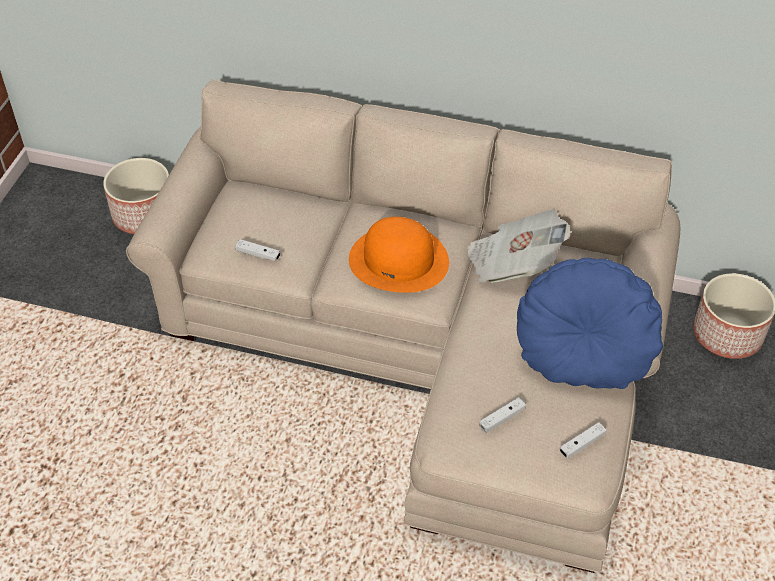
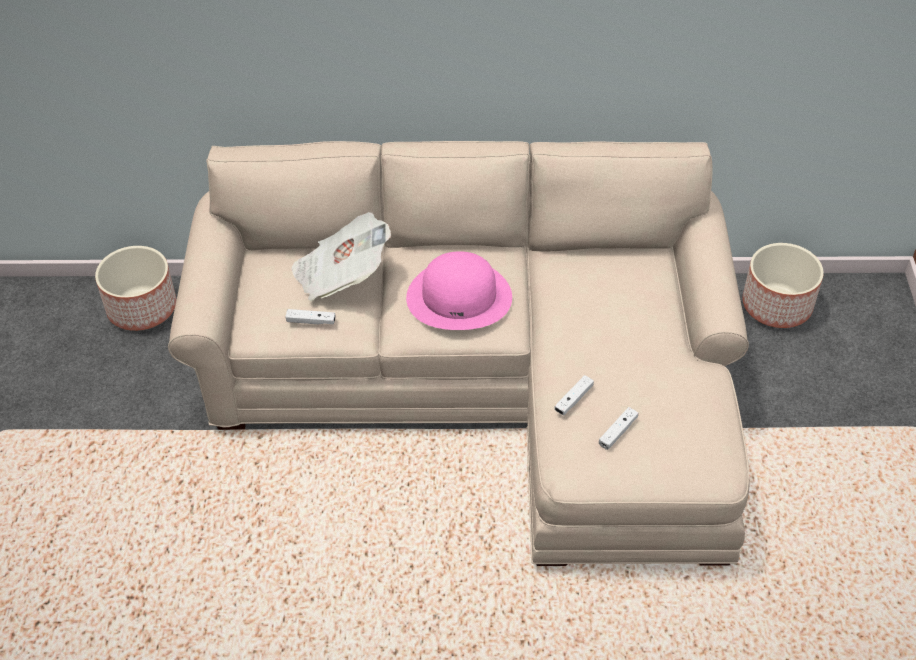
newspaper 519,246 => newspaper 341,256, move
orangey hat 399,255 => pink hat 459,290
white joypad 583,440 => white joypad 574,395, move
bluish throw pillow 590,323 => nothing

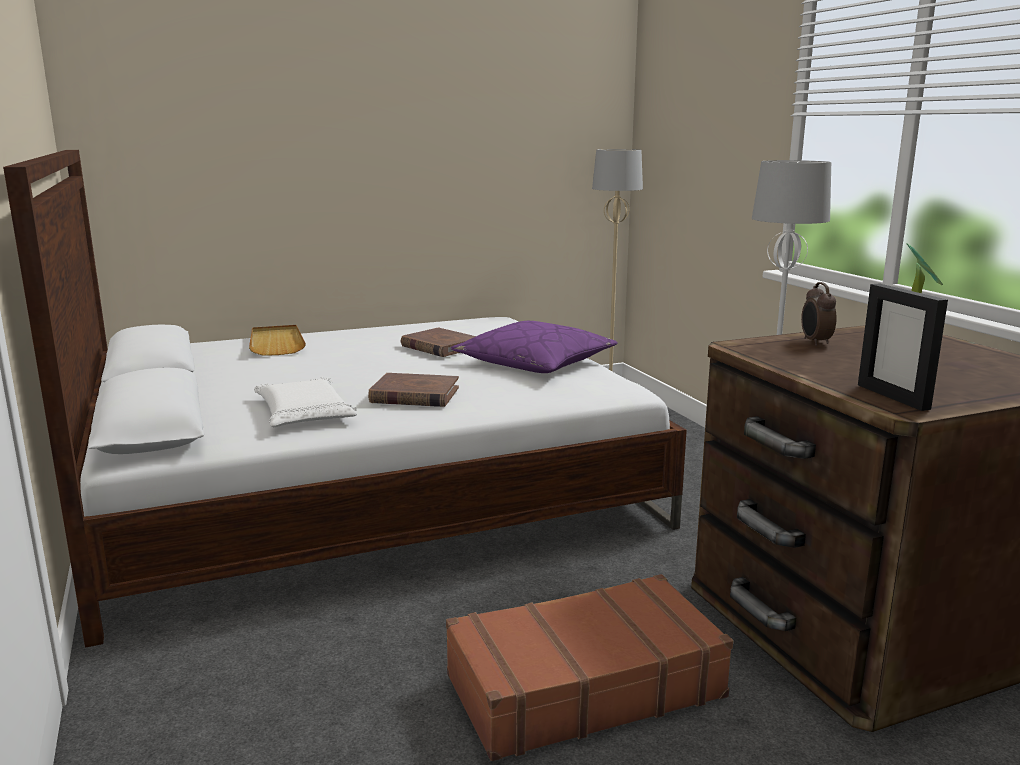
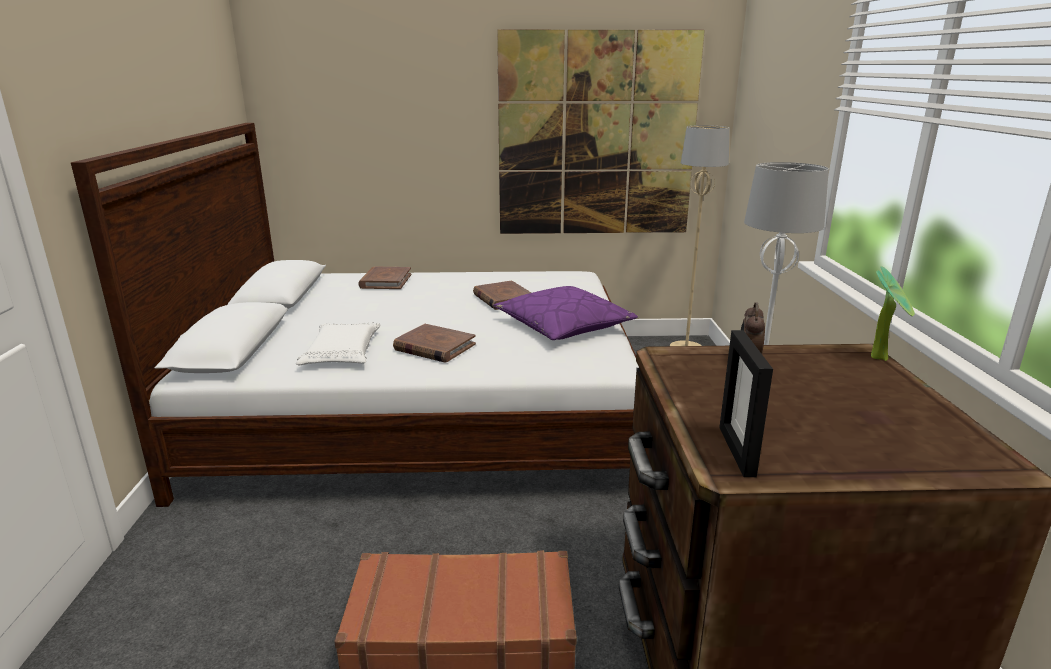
sand-coloured carrying tray 277,340 => brown volume 384,278
nothing => picture 601,132

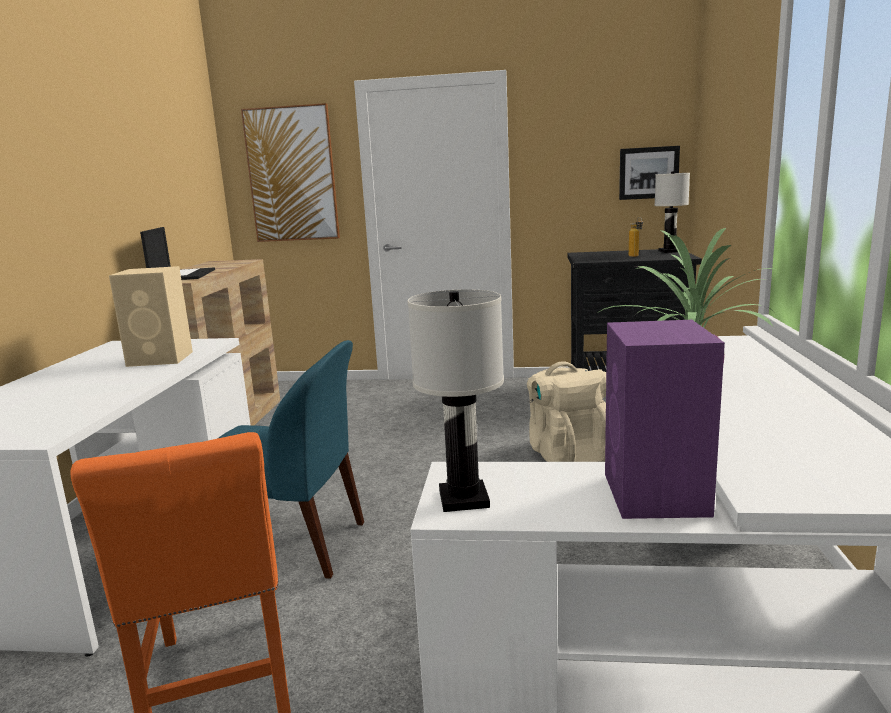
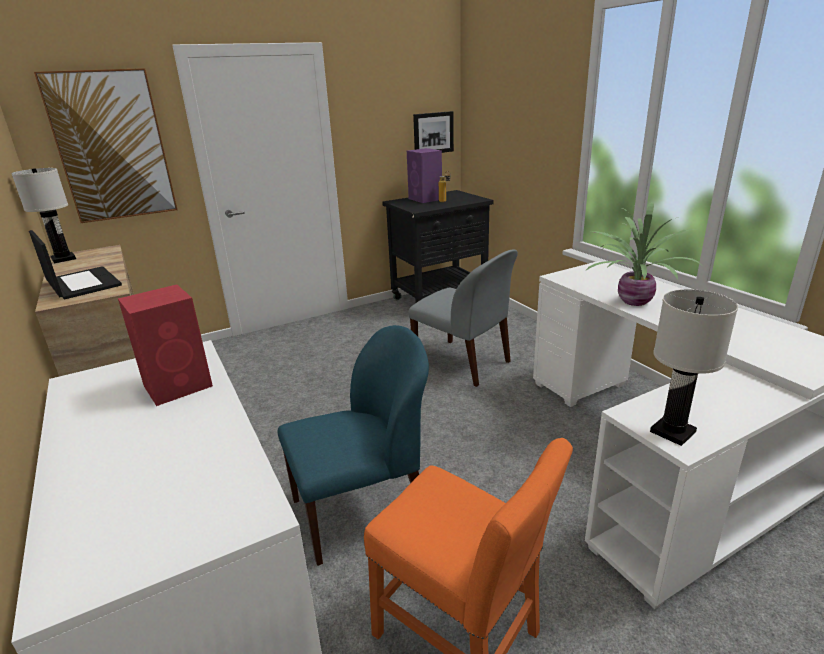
white lamp for a table 672,212 => white lamp for a table 43,215, move
sand-coloured loudspeaker 151,316 => red loudspeaker 165,345
purple loudspeaker 665,419 => purple loudspeaker 424,175, move
sand-coloured rucksack 566,412 => gray upright chair 463,318

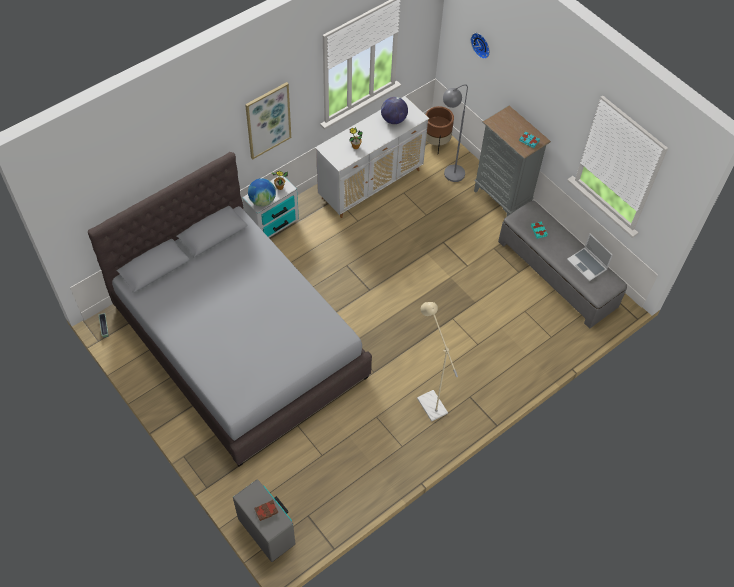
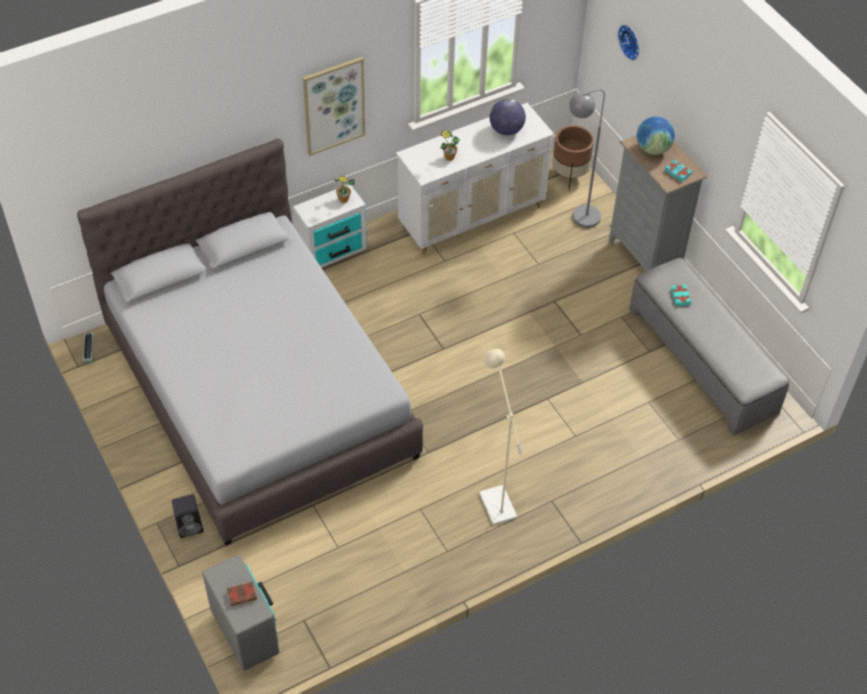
nothing => black-coloured loudspeaker 187,516
desk globe 262,192 => desk globe 656,136, move
laptop 590,257 => nothing

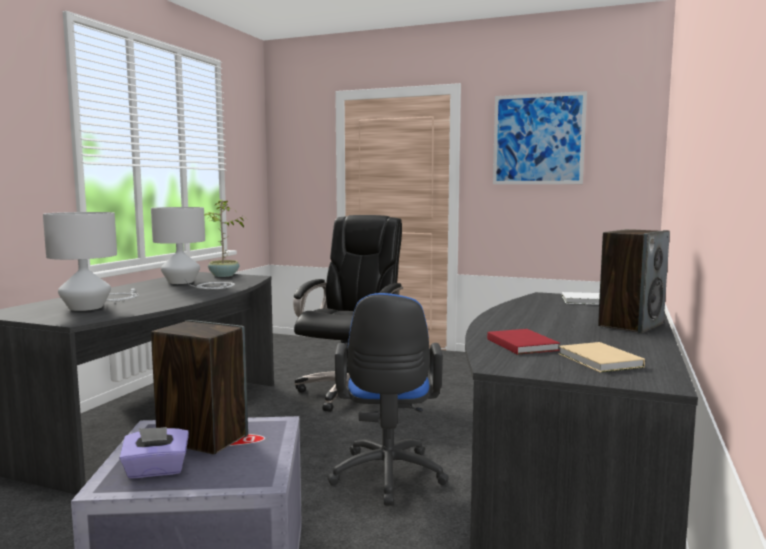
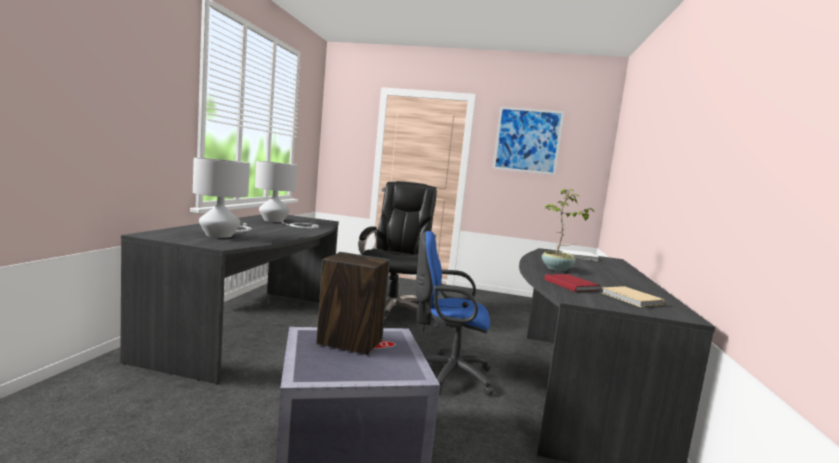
bluish desk chair 388,399 => bluish desk chair 454,313, 105 degrees clockwise
houseplant 225,238 => houseplant 568,229, move
purple tissue box 154,452 => nothing
loudspeaker 634,281 => nothing

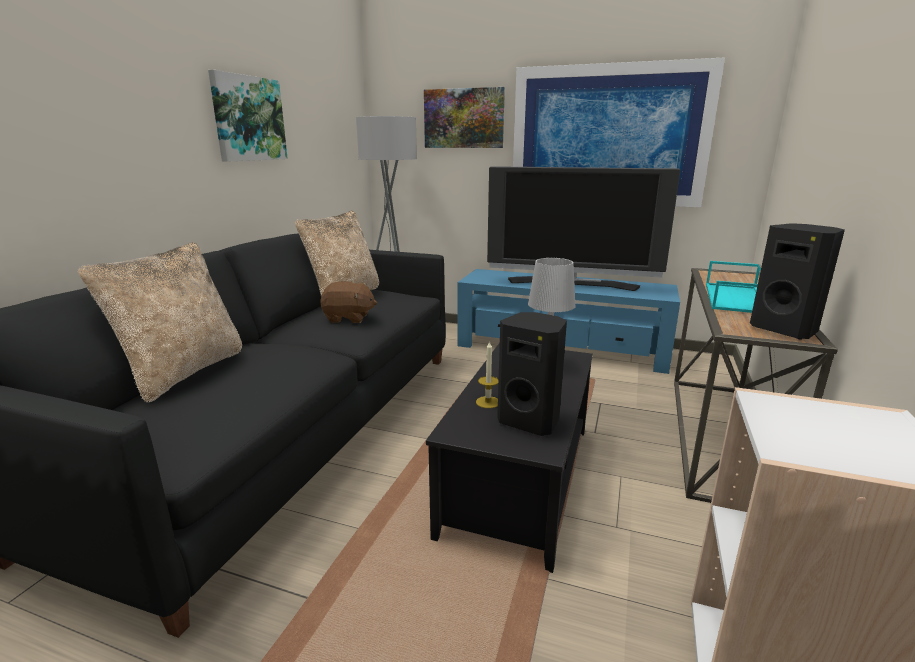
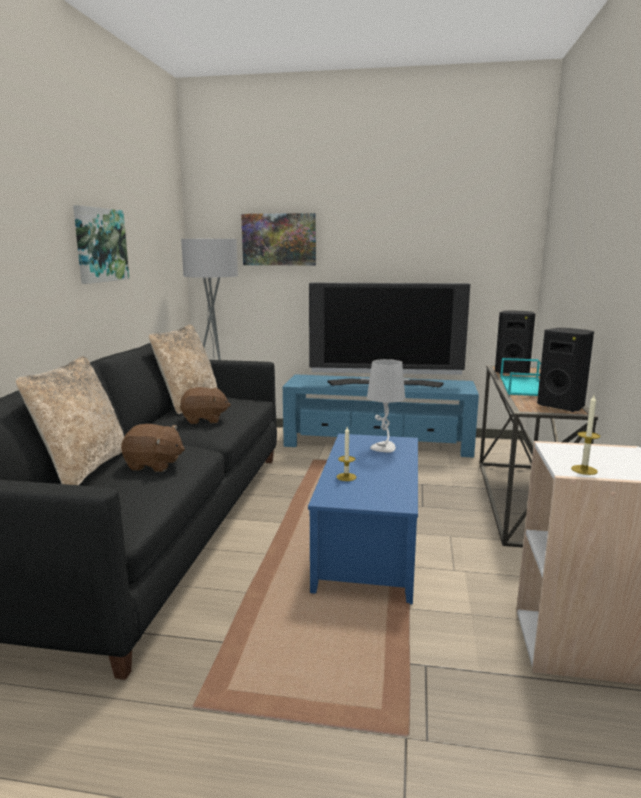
nothing => brown plush toy 153,448
black-coloured low table 509,457 => bluish low table 363,519
black-coloured loudspeaker 532,374 => black-coloured loudspeaker 515,341, move
nothing => candle 585,435
picture 619,132 => nothing

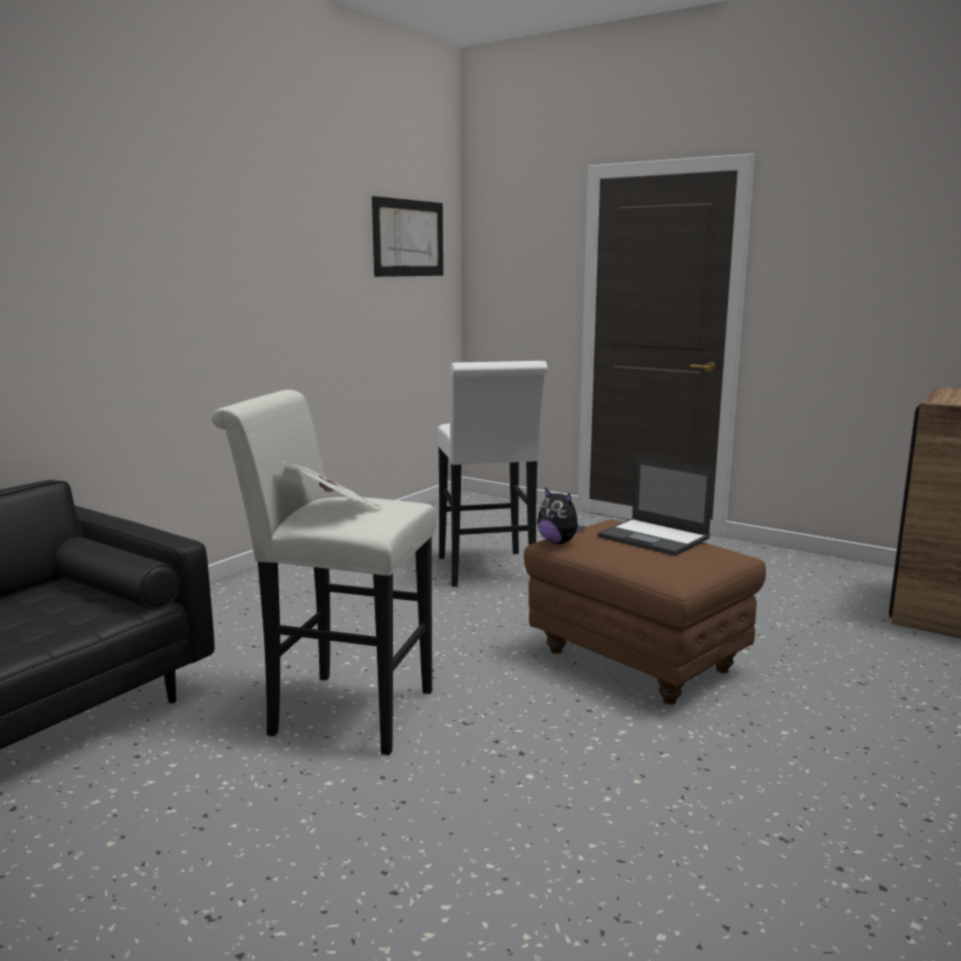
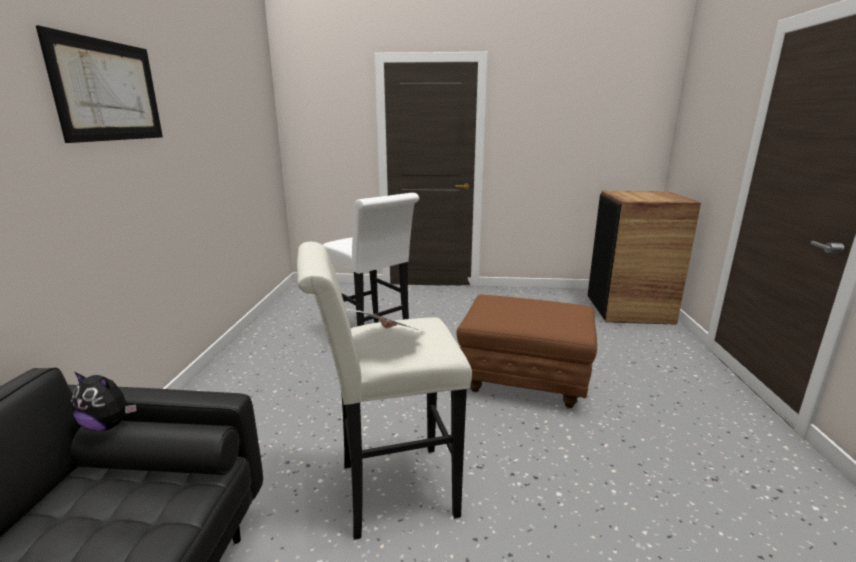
picture 407,236 => picture 99,84, move
plush toy 561,515 => plush toy 104,401, move
laptop 655,506 => nothing

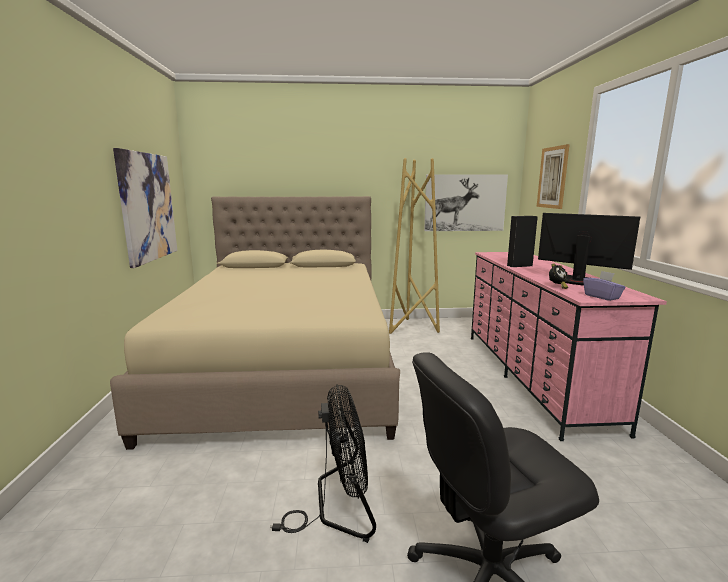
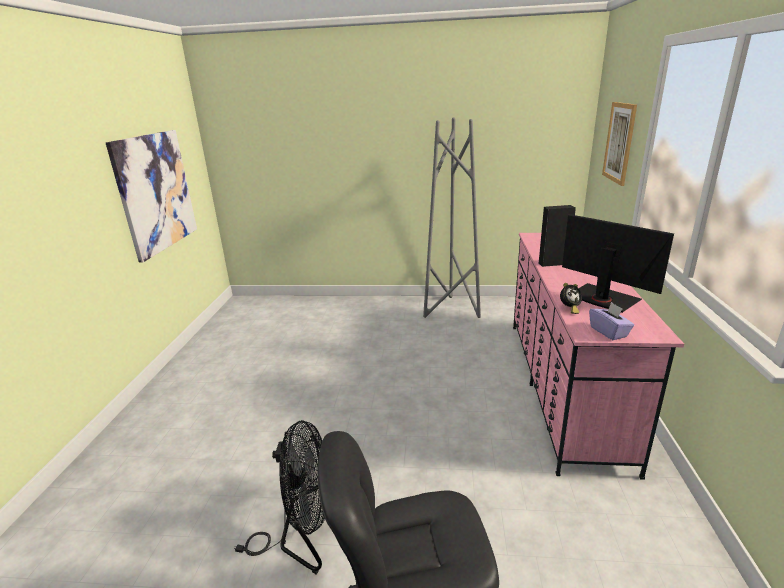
yellow-coloured clothes rack 414,246 => gray clothes rack 452,217
sand-coloured sleeping bed 255,323 => nothing
picture 466,202 => nothing

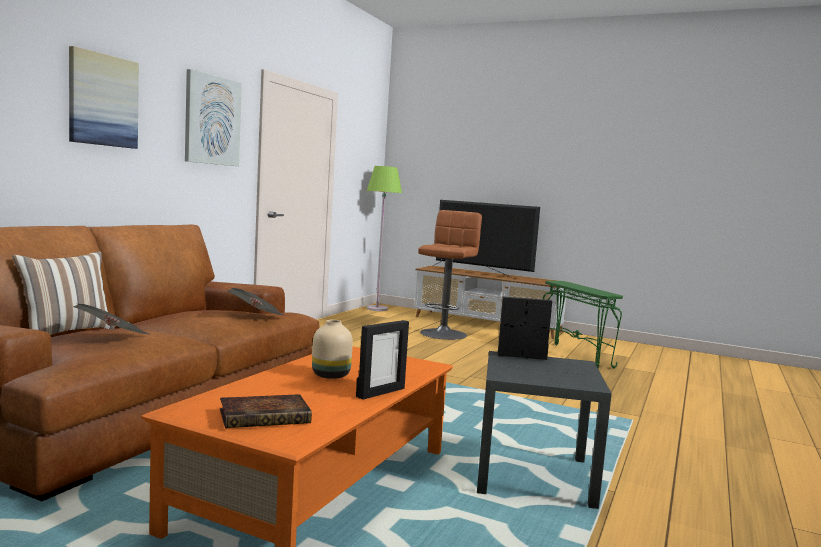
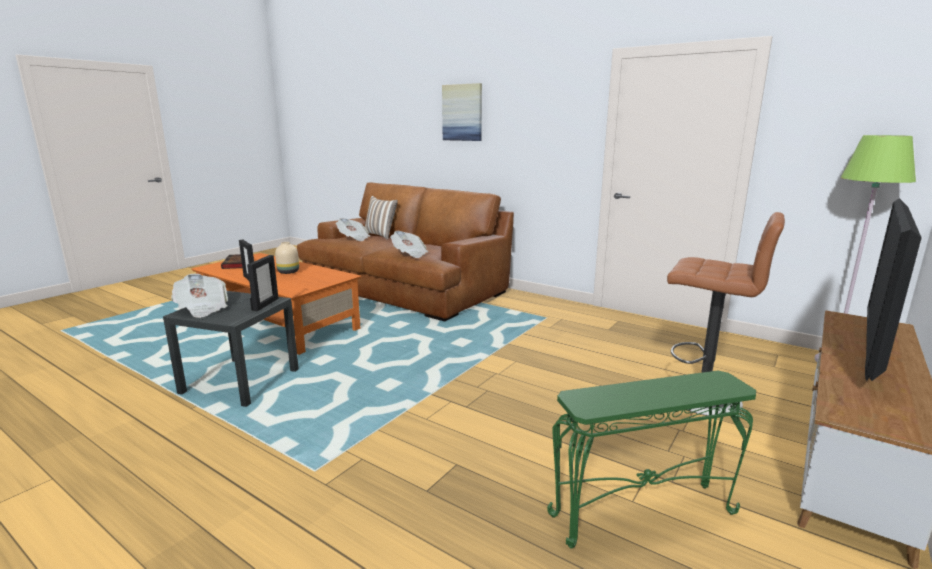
nothing => newspaper 199,296
picture 213,117 => nothing

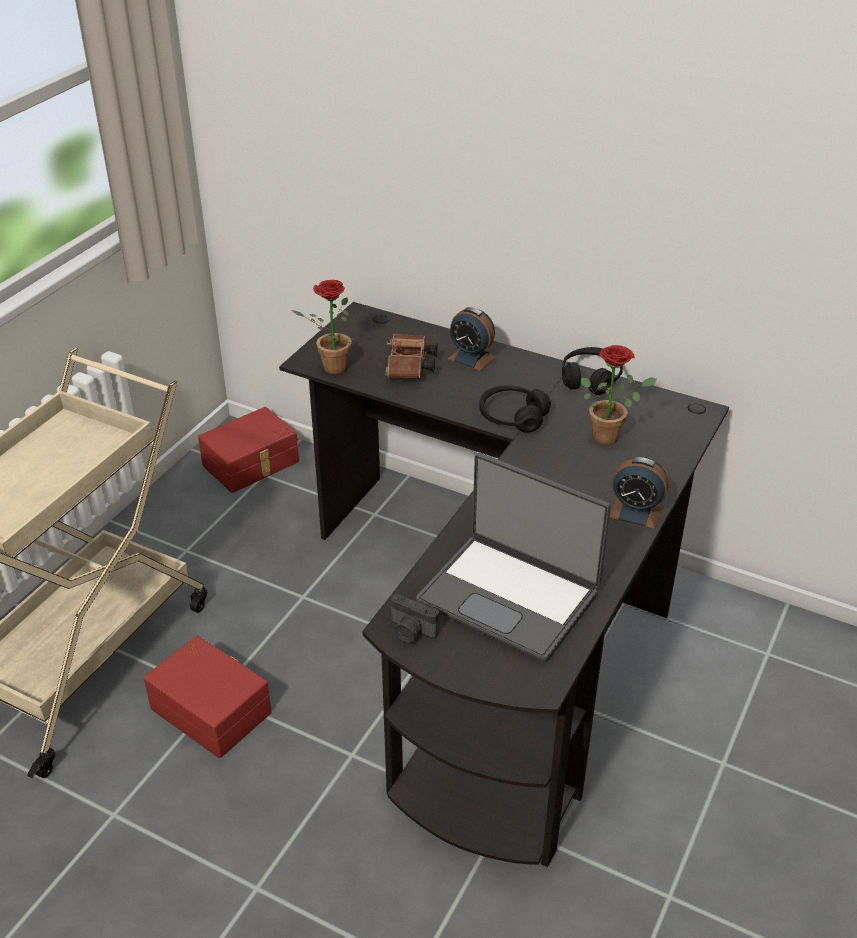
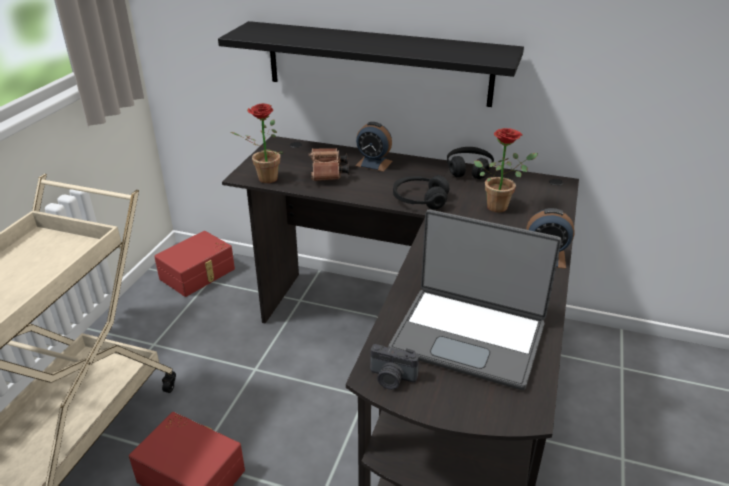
nothing => black-coloured bracket shelf 371,64

